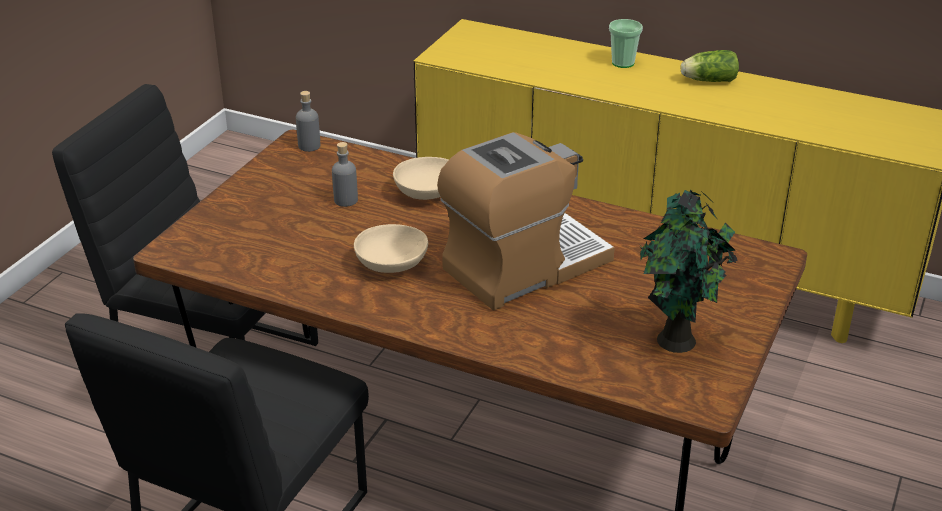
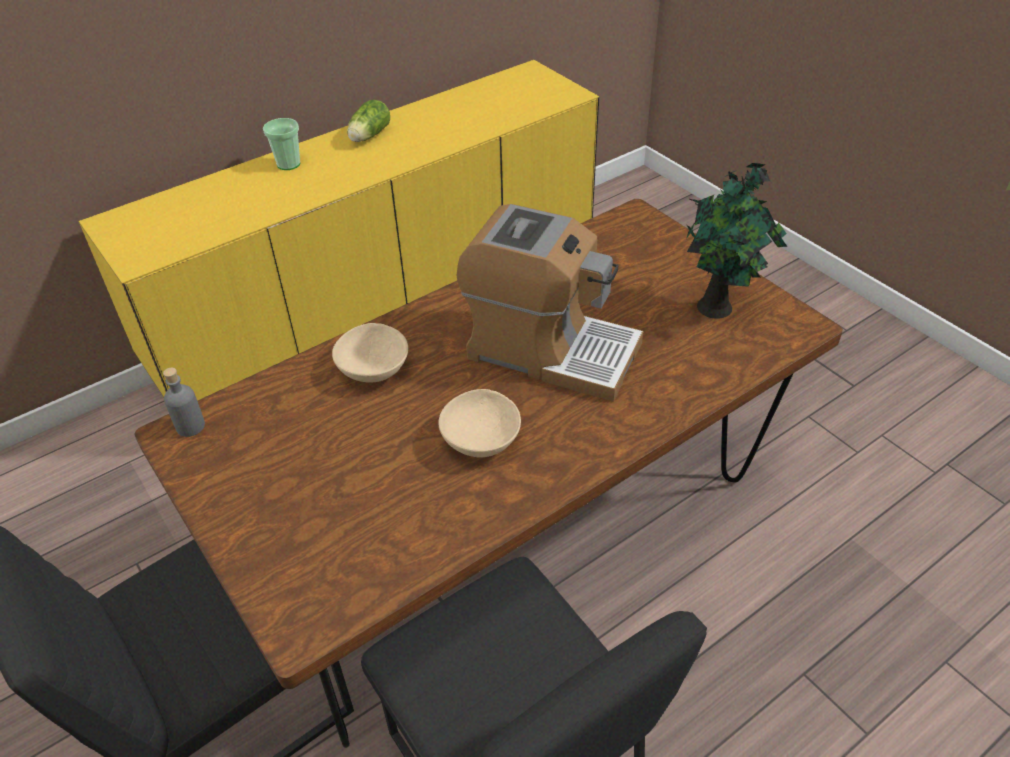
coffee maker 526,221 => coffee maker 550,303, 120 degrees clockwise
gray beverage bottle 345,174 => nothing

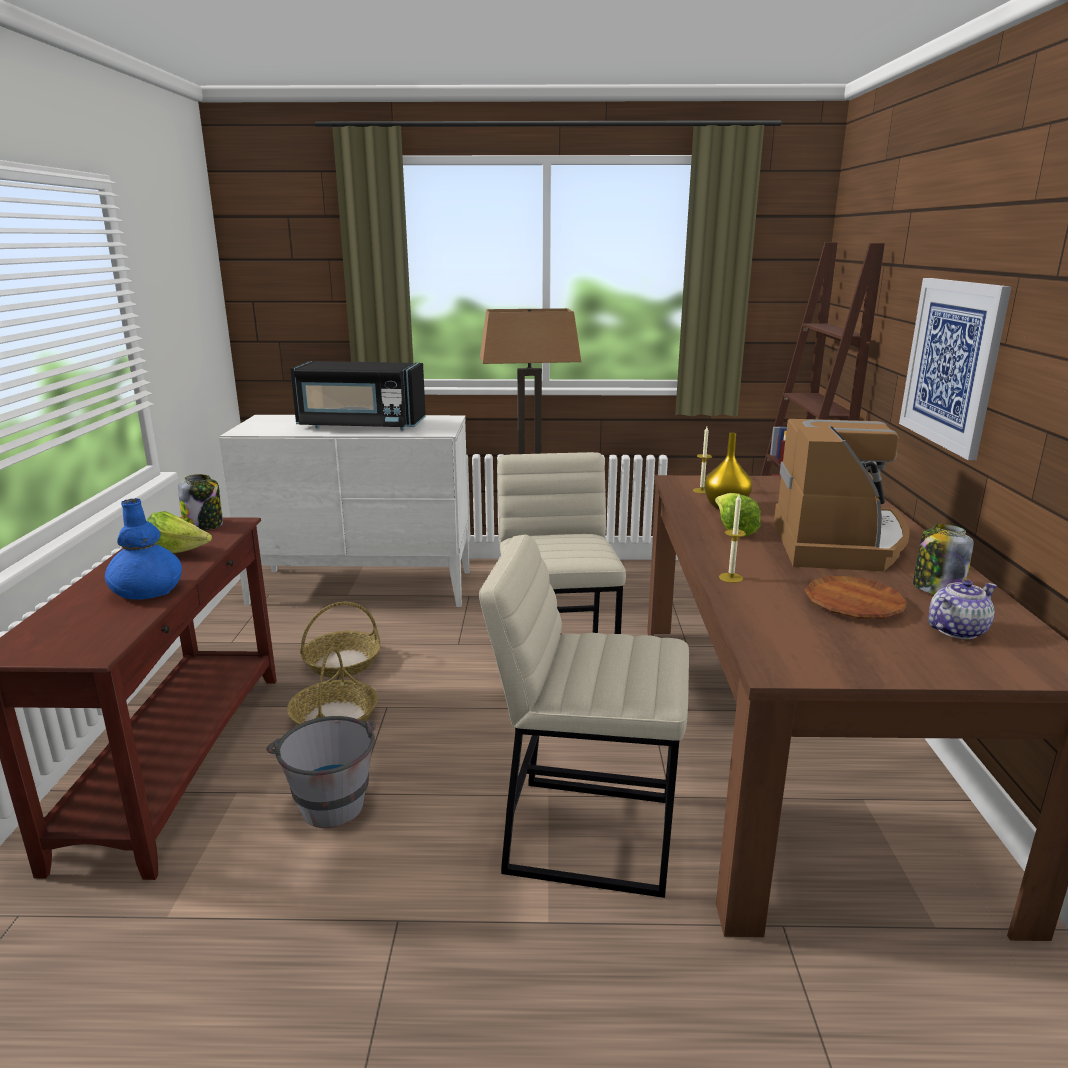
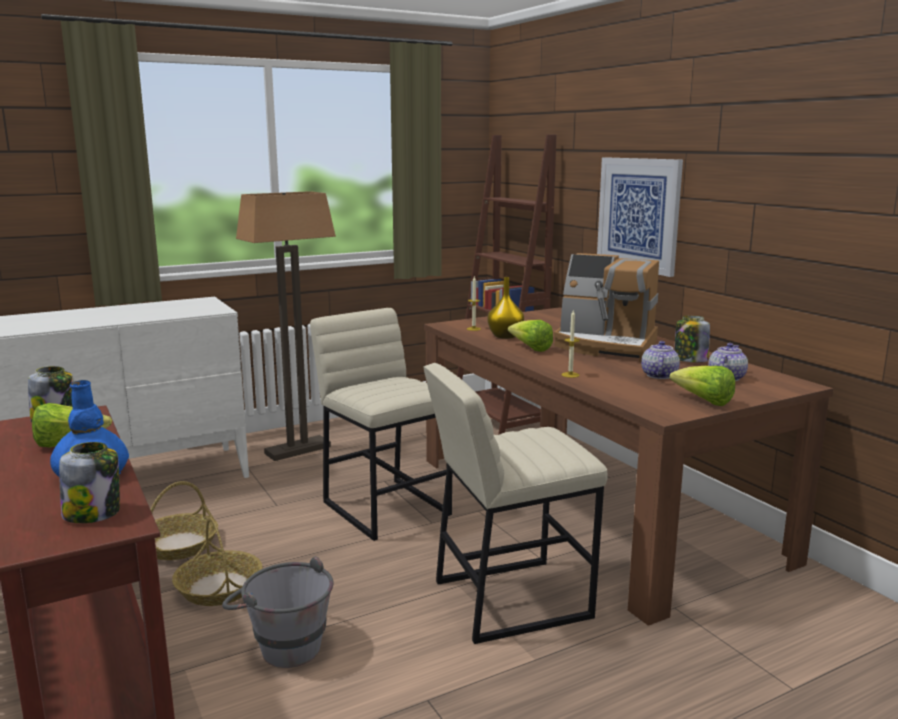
nothing => preserve jar 89,482
coffee maker 841,495 => coffee maker 606,307, 135 degrees clockwise
brown flat dish 856,597 => pot for tea 660,360
nothing => lettuce 702,386
black-coloured microwave oven 358,395 => nothing

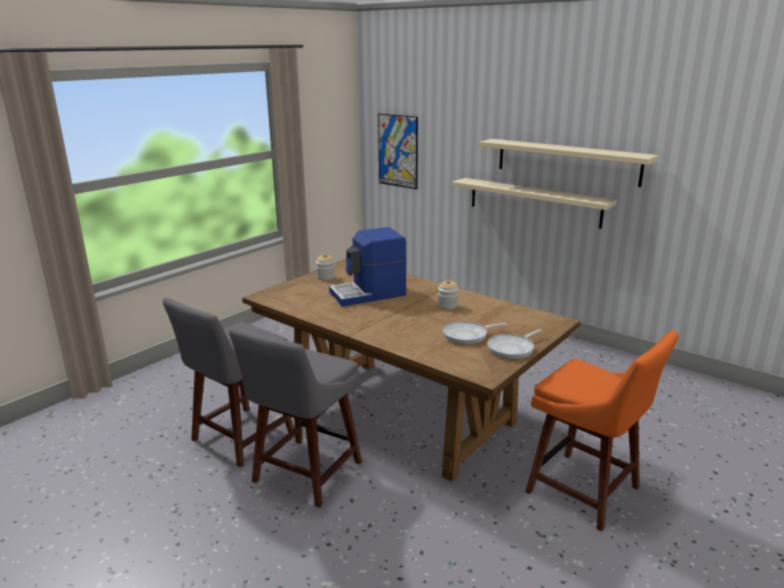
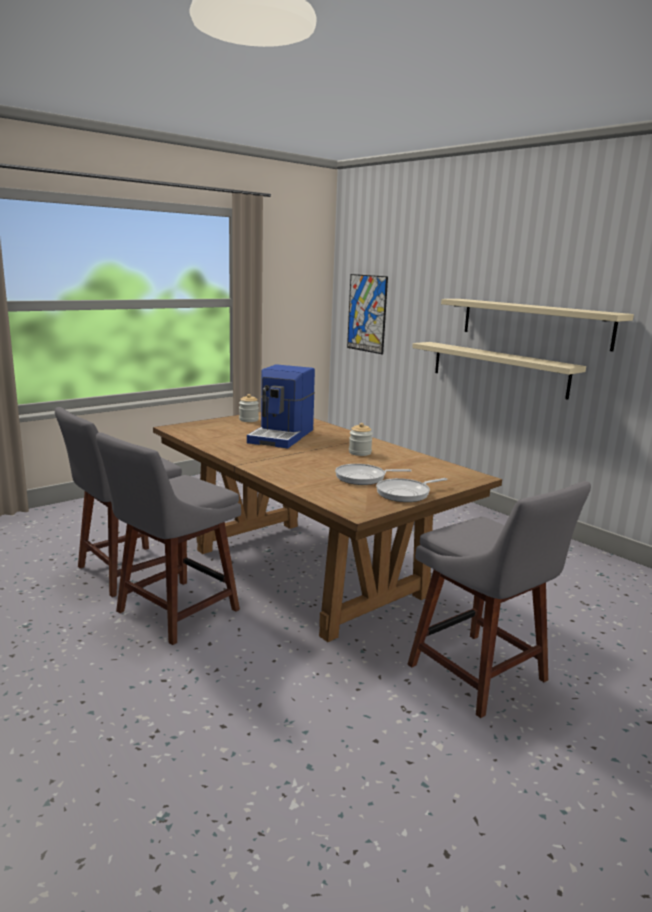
coffee maker 368,267 => coffee maker 281,406, 60 degrees counterclockwise
orangey sitting stool 601,431 => gray sitting stool 499,599

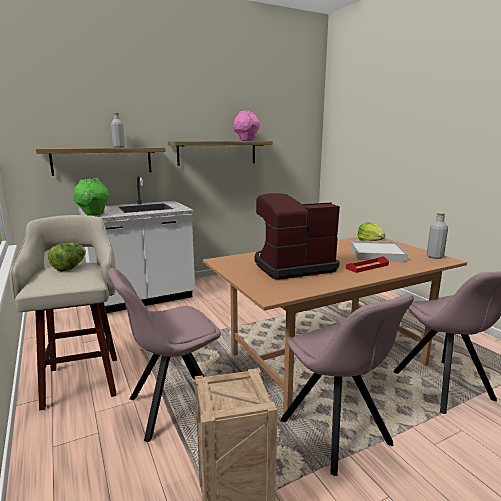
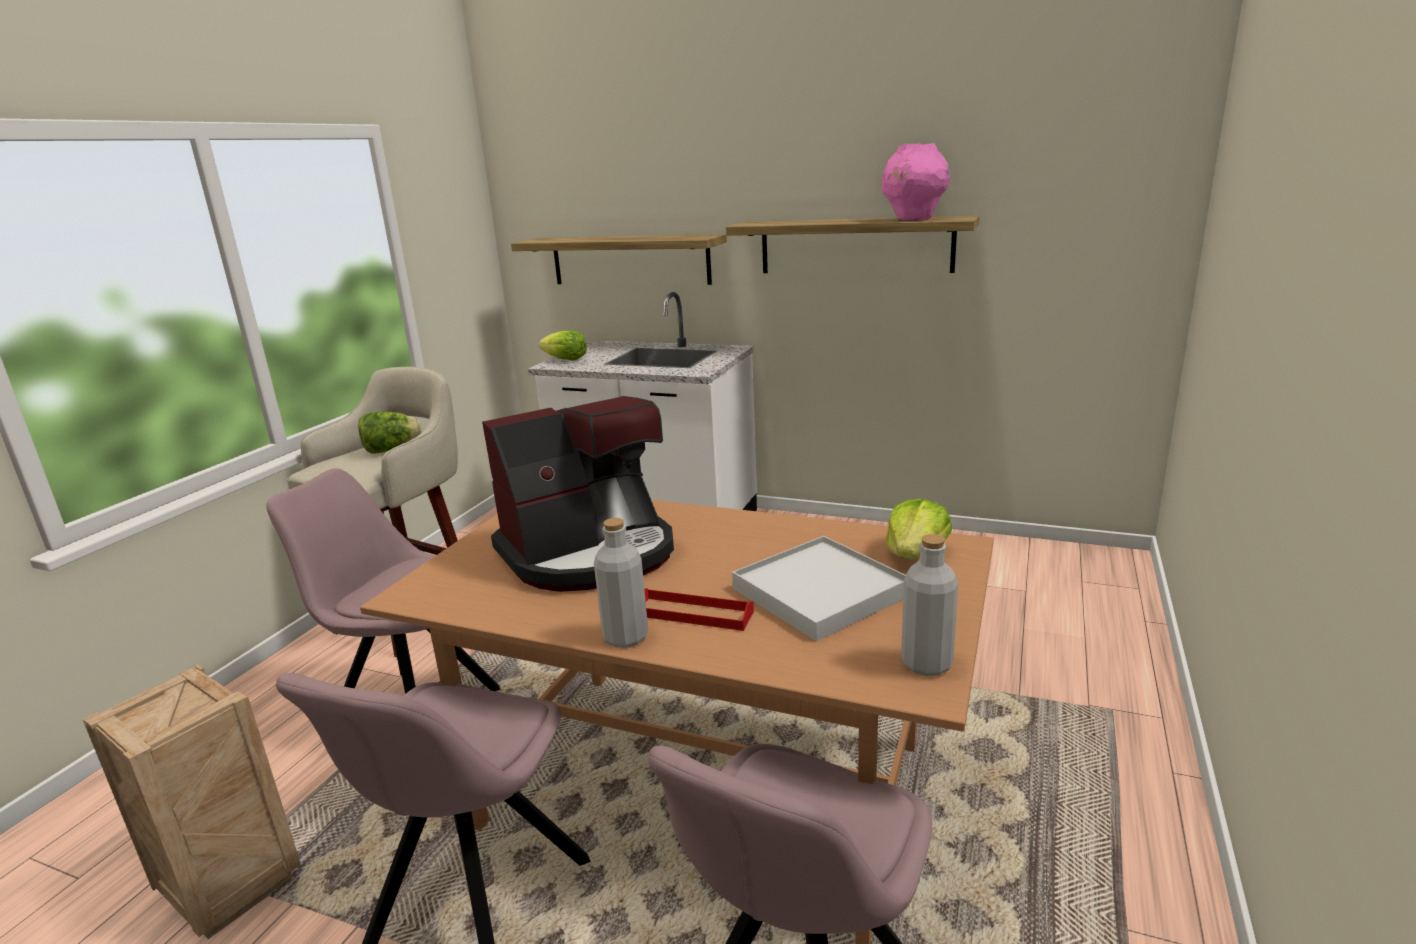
coffee maker 297,236 => coffee maker 578,494, 120 degrees clockwise
green vase 91,196 => lettuce 562,345
gray beverage bottle 118,130 => gray beverage bottle 621,583, move

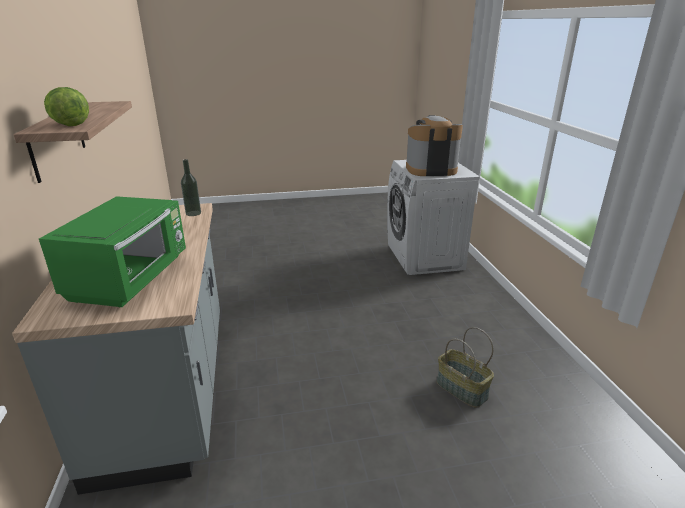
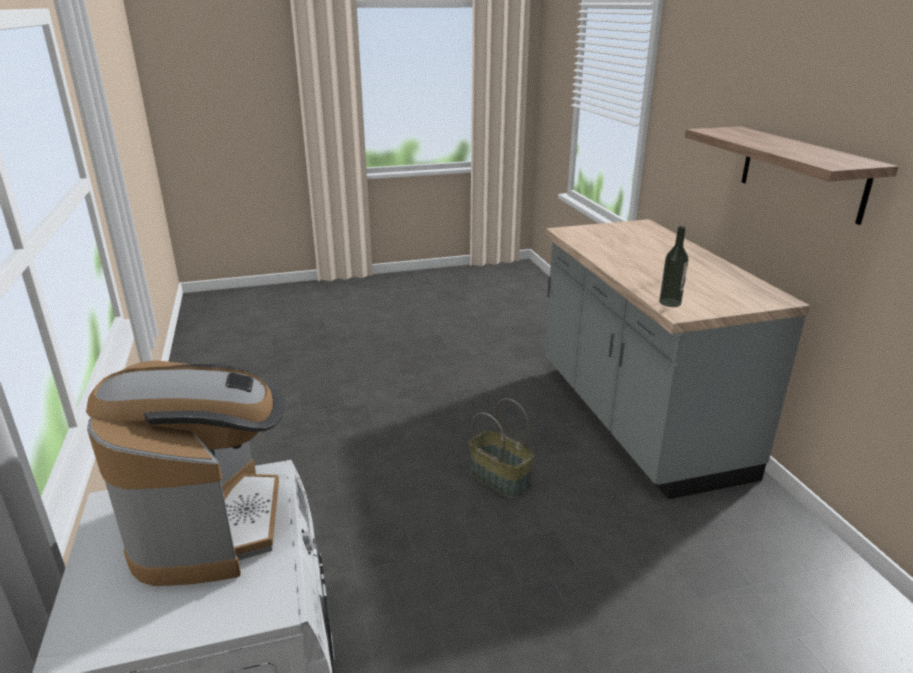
coffee maker 434,145 => coffee maker 185,473, 90 degrees counterclockwise
basket 465,367 => basket 501,448, move
green microwave oven 112,251 => nothing
lettuce 66,106 => nothing

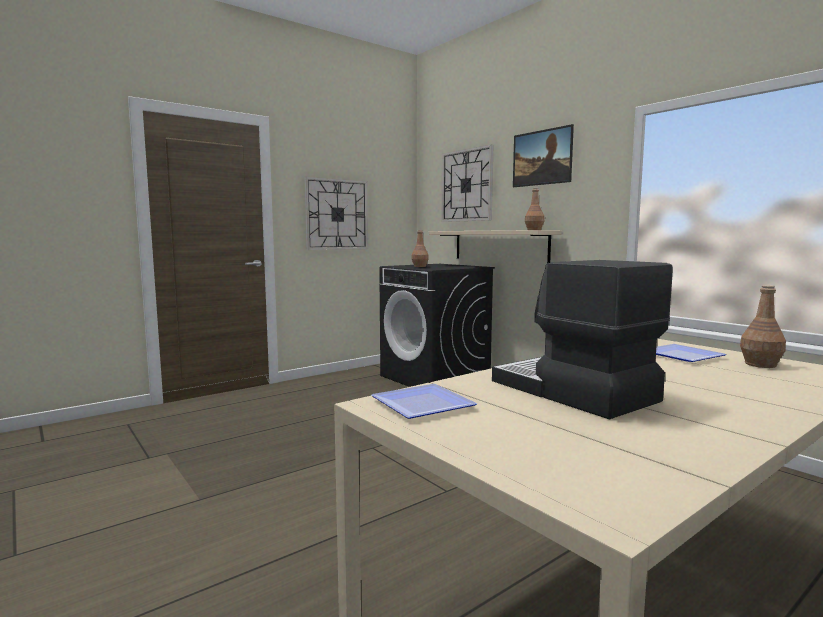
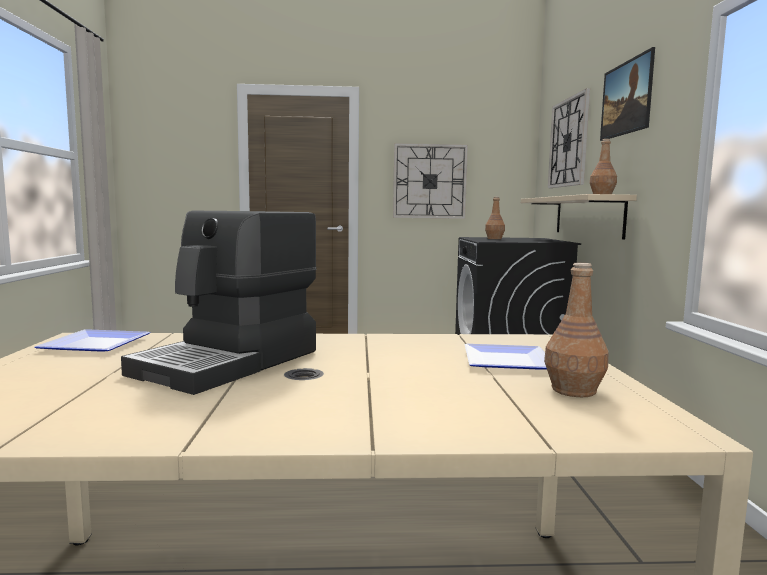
coffee maker 582,340 => coffee maker 219,303, 150 degrees counterclockwise

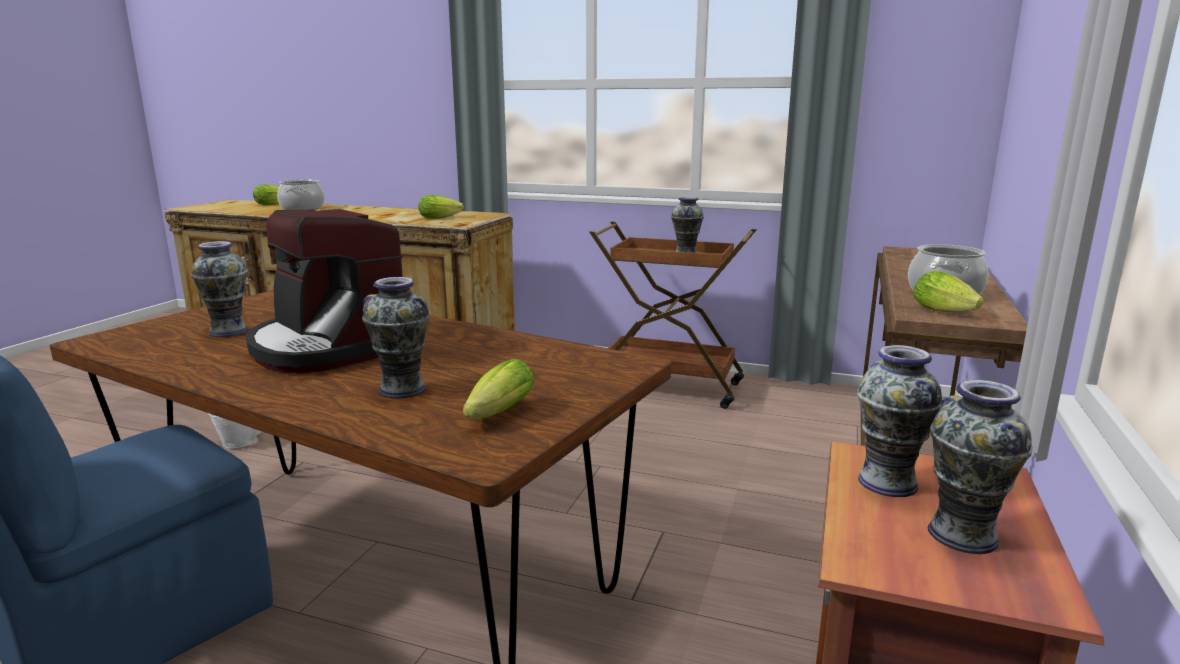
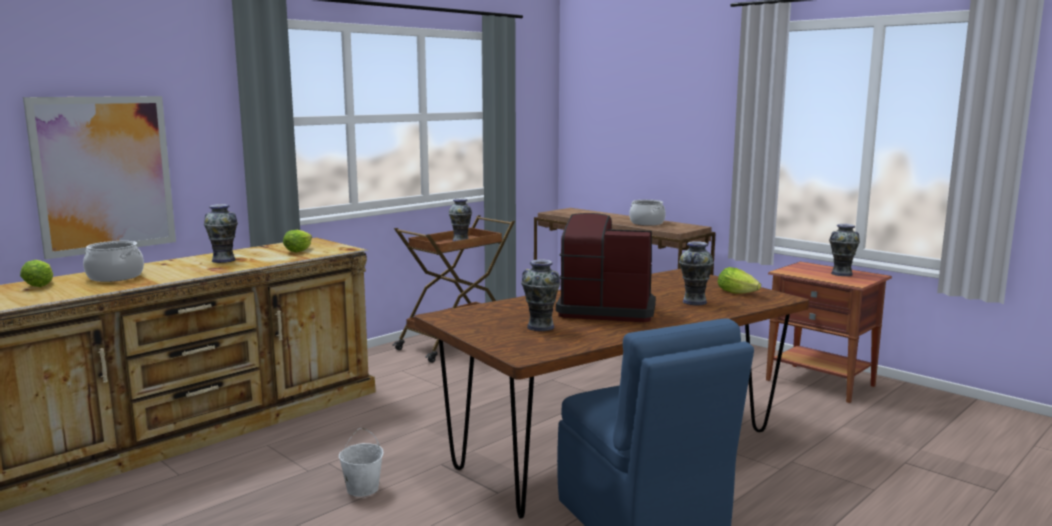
nothing => picture 99,177
vase 899,421 => vase 221,233, move
coffee maker 324,291 => coffee maker 606,267, 150 degrees counterclockwise
lettuce 948,291 => nothing

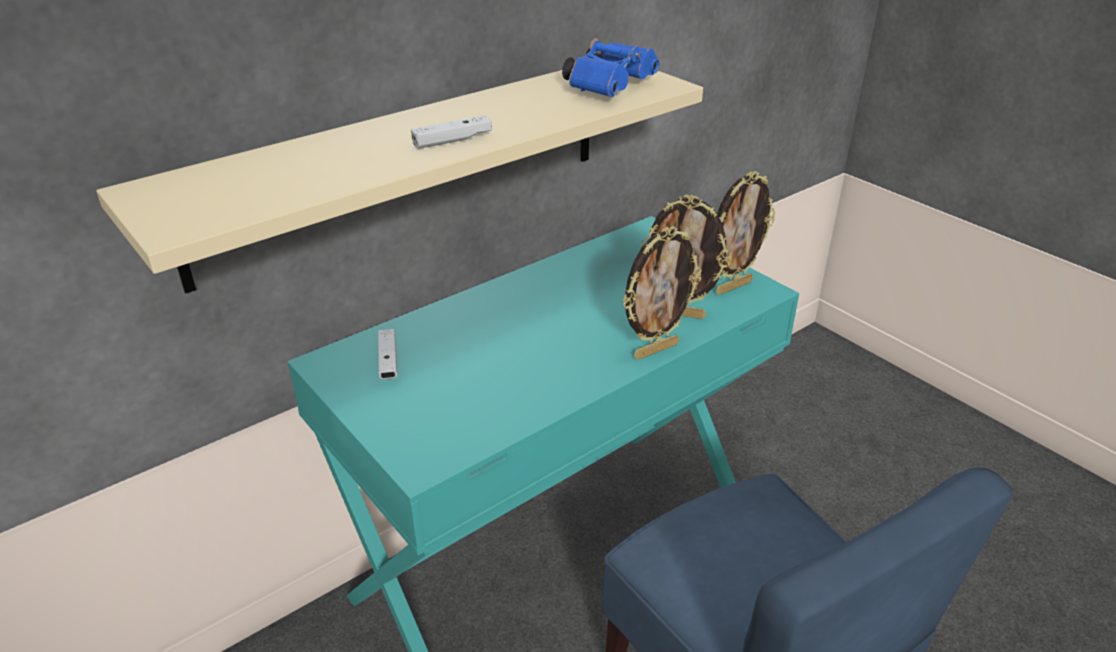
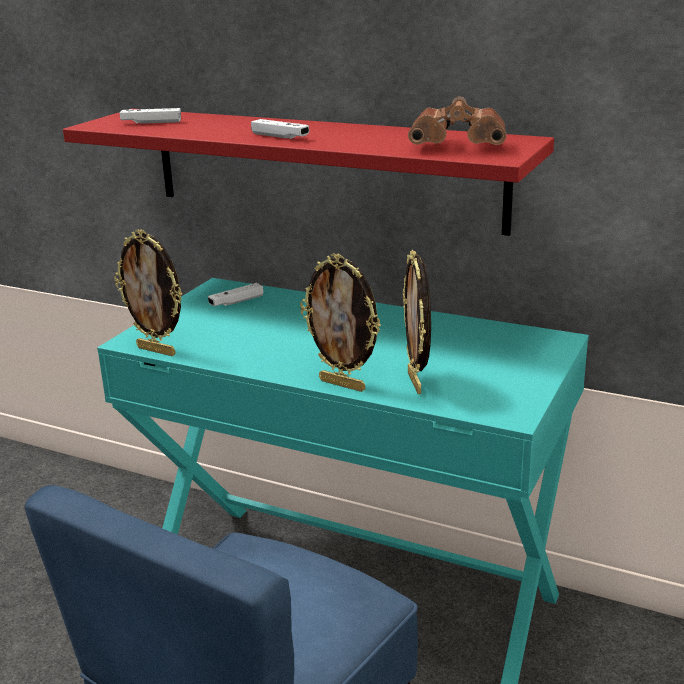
sand-coloured bracket shelf 399,181 => red bracket shelf 308,172
picture frame 745,233 => picture frame 148,292, move
nothing => white joypad 150,116
bluish binoculars 610,67 => brown binoculars 457,121

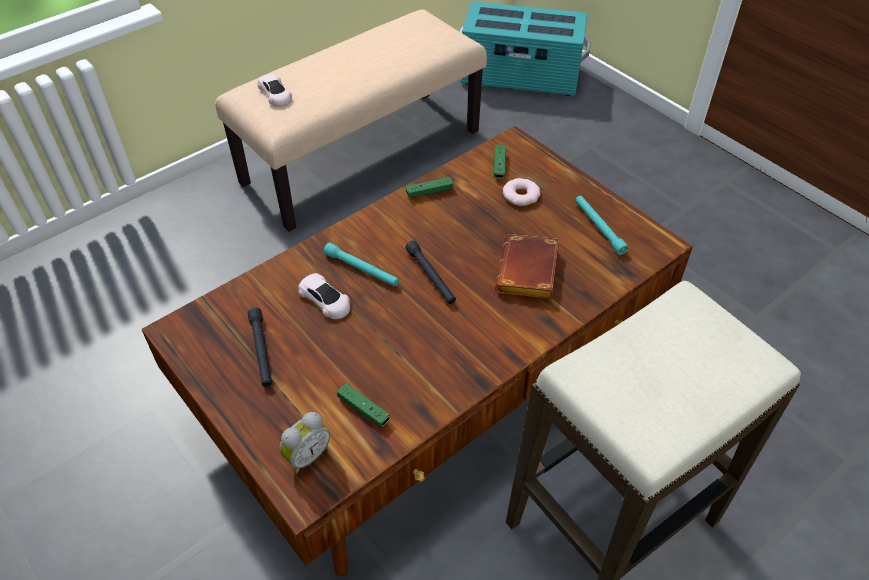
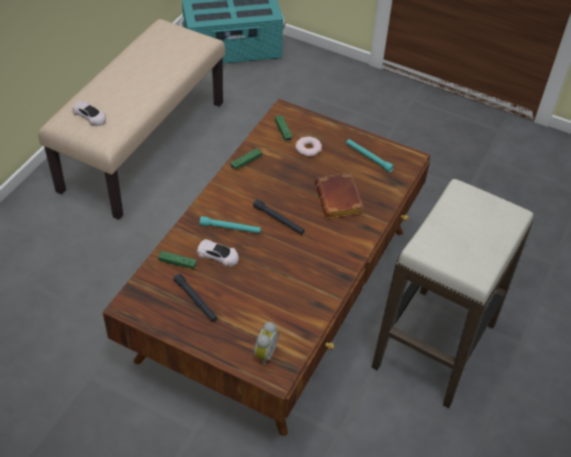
green joypad 363,405 => green joypad 177,260, move

